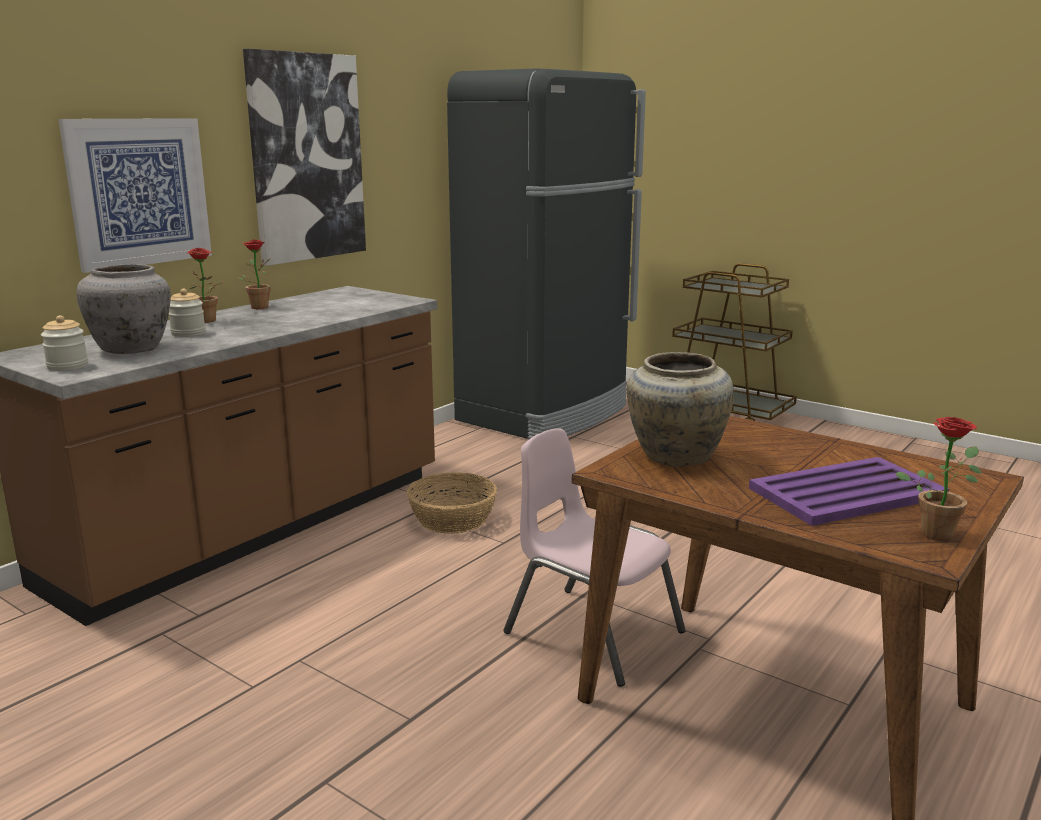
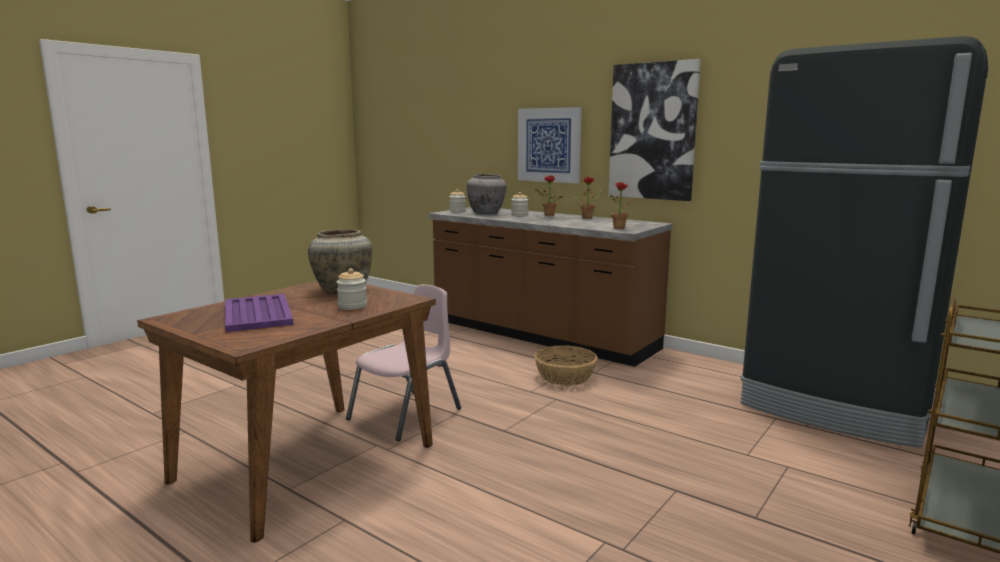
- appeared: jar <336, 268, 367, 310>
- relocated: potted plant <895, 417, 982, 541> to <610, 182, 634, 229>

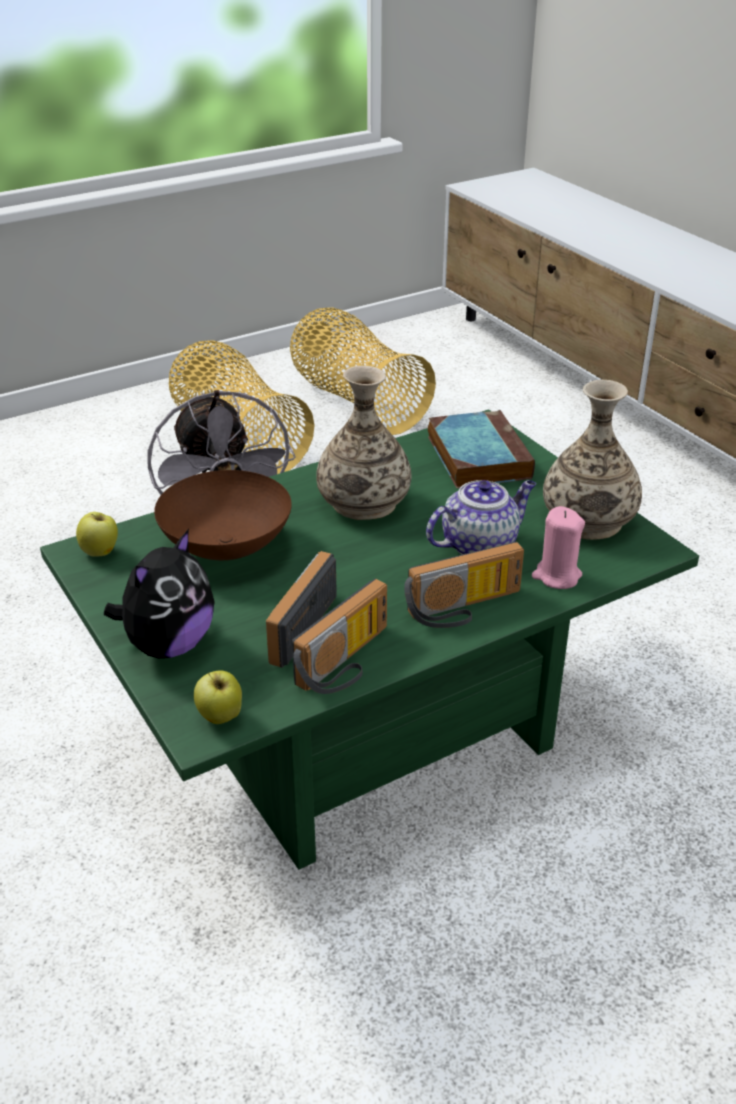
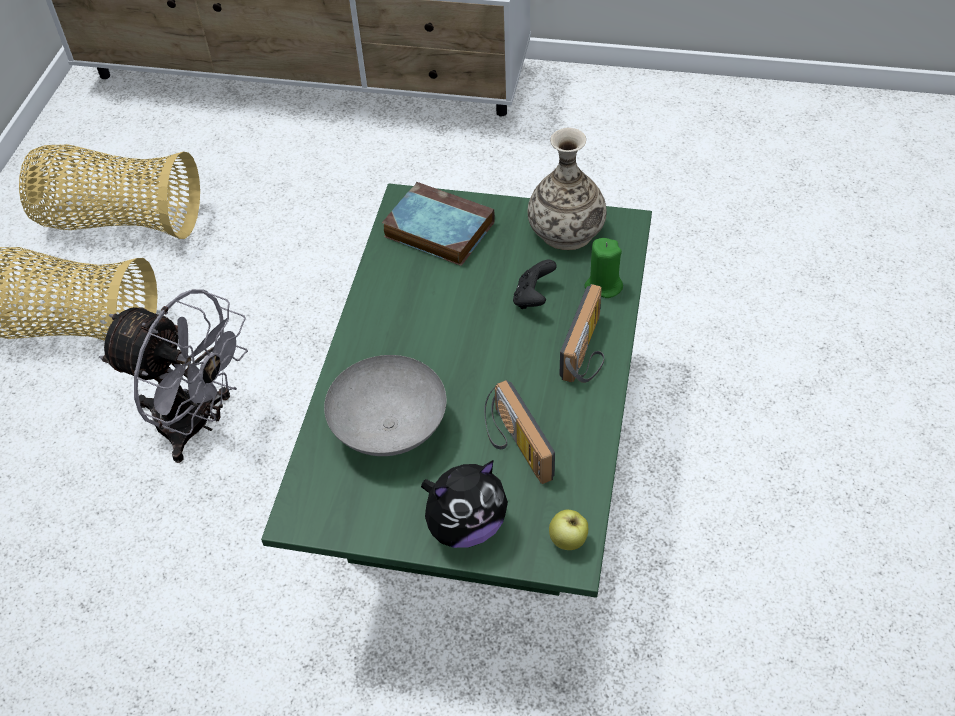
- missing: apple <76, 512, 118, 557>
- missing: radio <292, 579, 387, 694>
- missing: vase <316, 366, 411, 520>
- exchanged: teapot <426, 480, 536, 555> to game controller (black) <513, 260, 557, 309>
- colour: bowl (brown) <154, 470, 292, 560> to bowl (grey) <324, 355, 447, 456>
- colour: candle (pink) <532, 506, 585, 589> to candle (green) <584, 238, 623, 298>
- spun: plush toy <104, 529, 215, 658> = <421, 460, 508, 548> 75 degrees clockwise

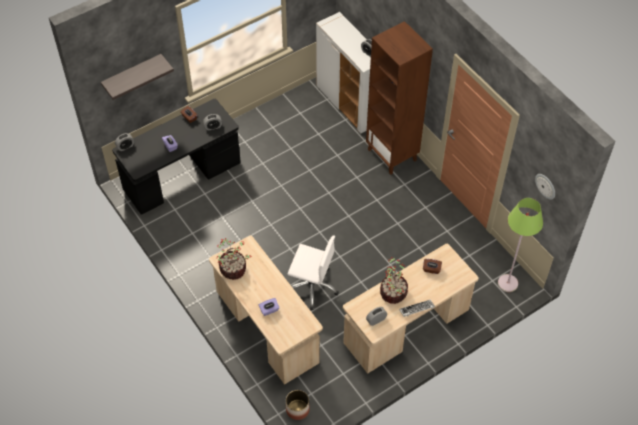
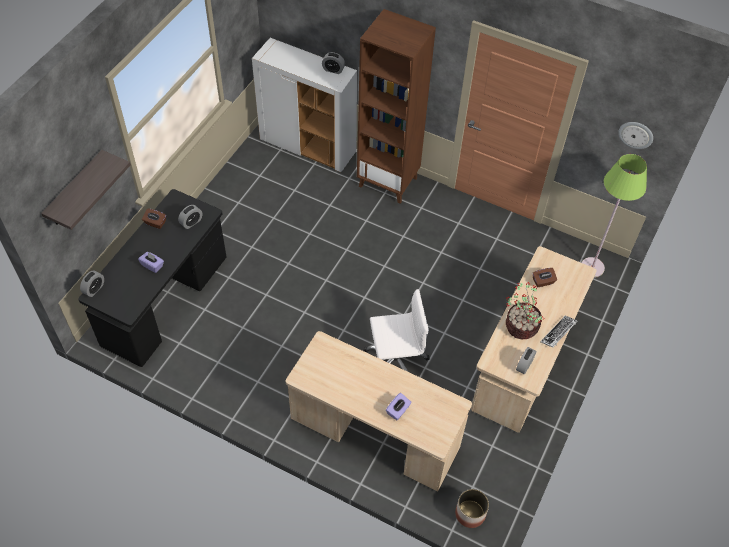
- missing: potted plant <217, 238, 251, 280>

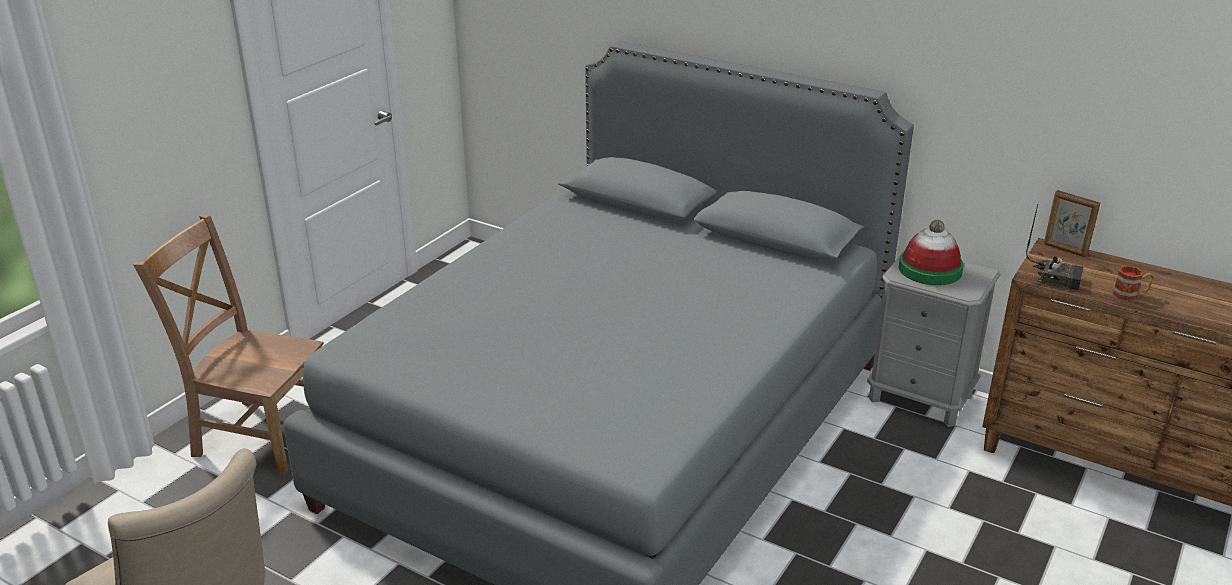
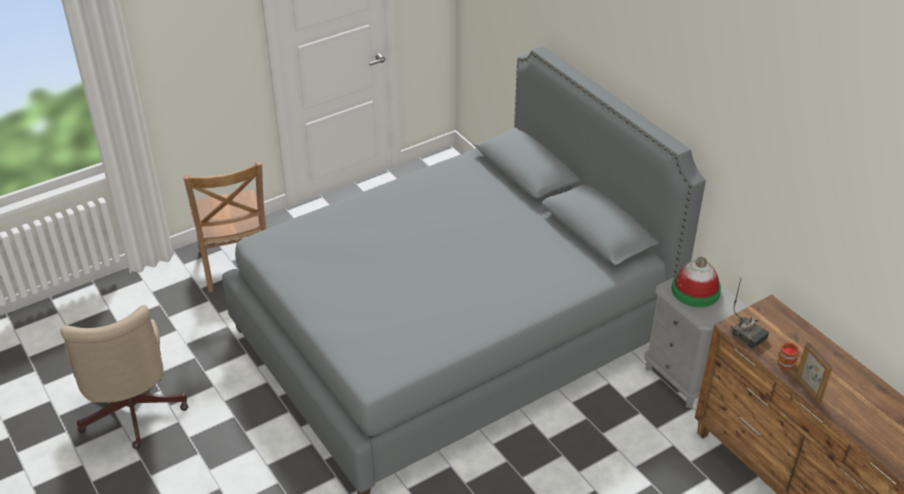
- relocated: picture frame <1044, 190, 1100, 257> to <795, 343, 833, 403>
- spun: chair (brown) <133, 214, 324, 475> = <184, 161, 266, 292> 150 degrees counterclockwise

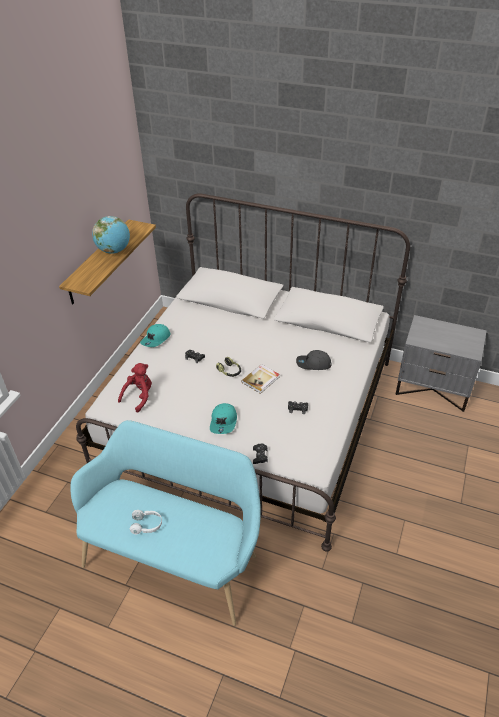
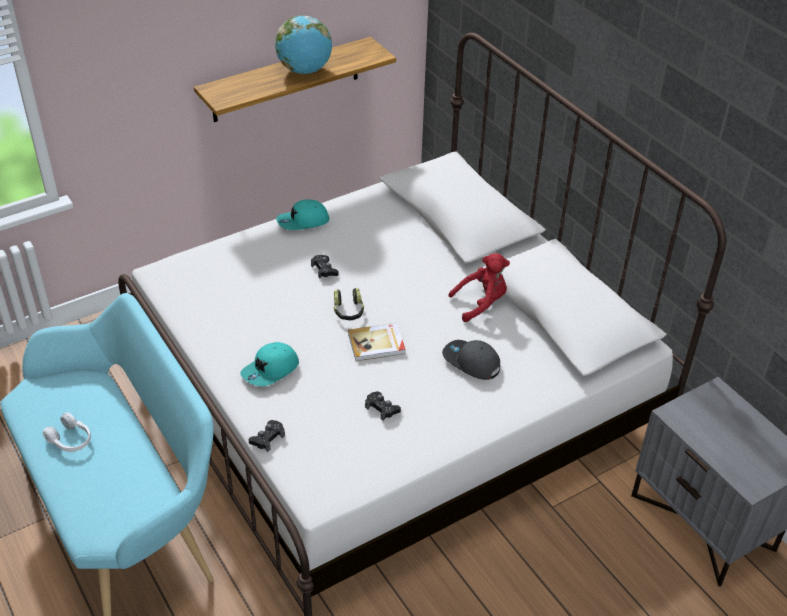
- relocated: plush toy (red) <118, 363, 152, 413> to <448, 253, 510, 322>

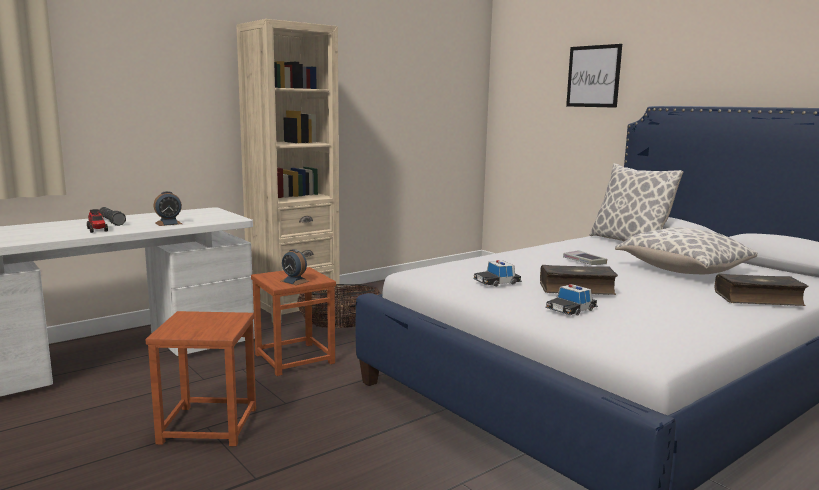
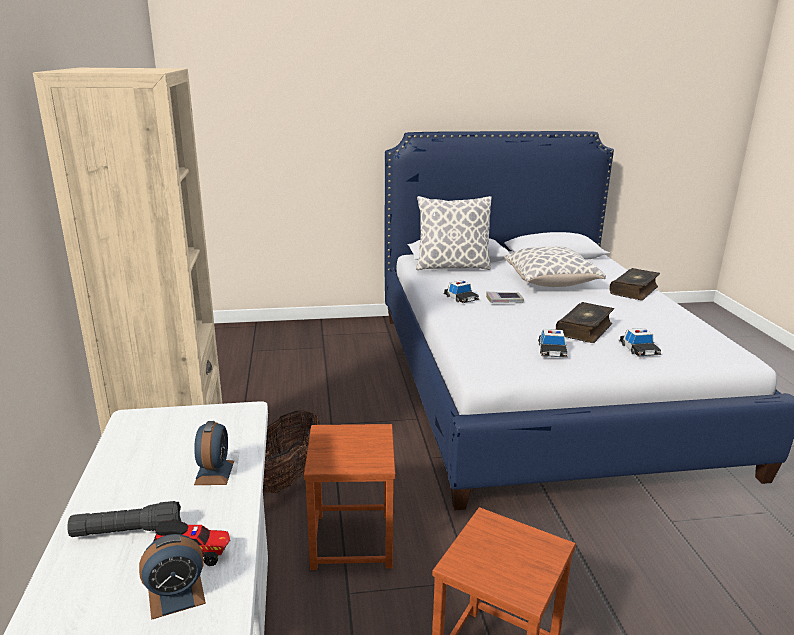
- missing: picture <566, 44, 622, 108>
- appeared: toy car <443, 280, 479, 303>
- relocated: alarm clock <281, 249, 309, 285> to <139, 534, 206, 620>

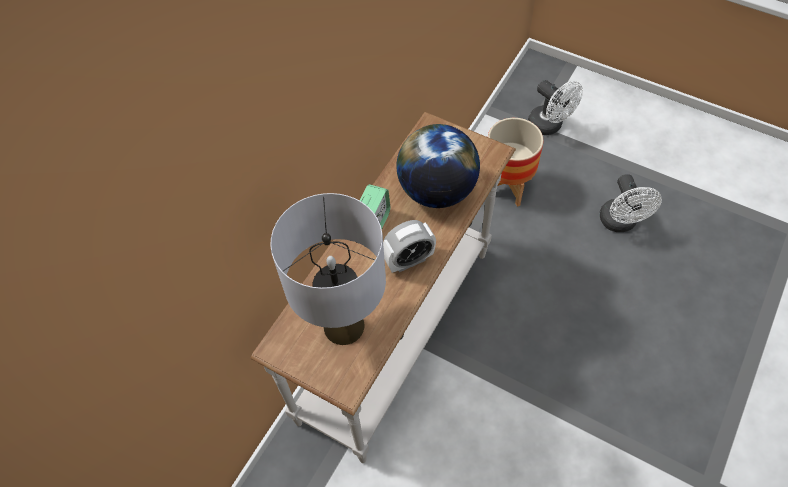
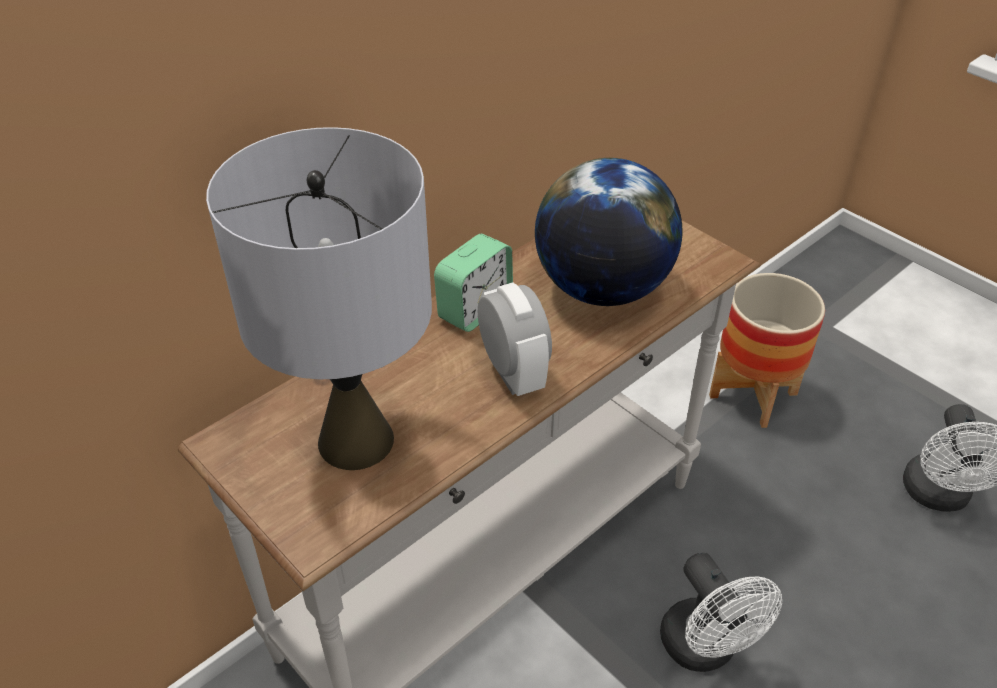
- relocated: fan (white) <528, 80, 583, 135> to <660, 553, 782, 672>
- spun: alarm clock <383, 220, 436, 273> = <478, 283, 552, 396> 105 degrees counterclockwise

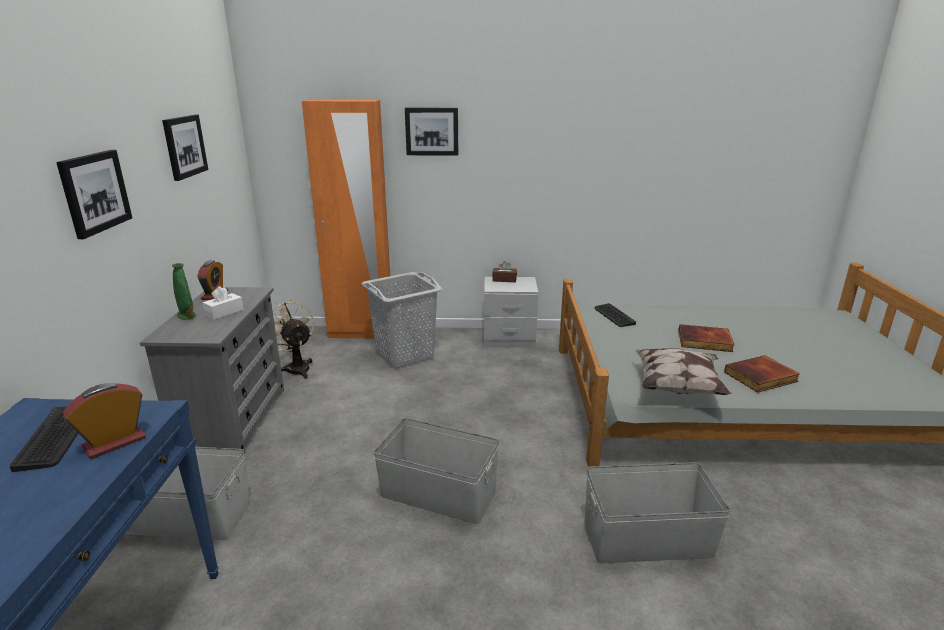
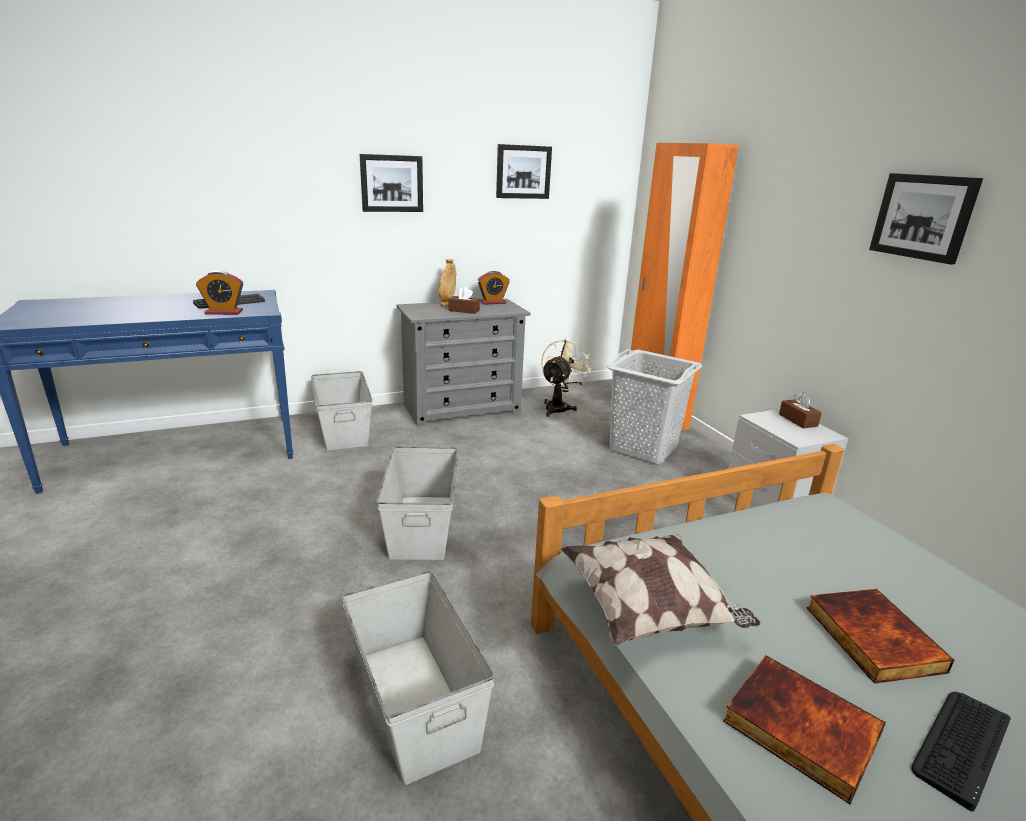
- relocated: picture <405, 108, 458, 156> to <869, 173, 983, 264>
- relocated: keyboard <594, 303, 636, 327> to <911, 692, 1011, 811>
- colour: vase (green) <172, 263, 196, 320> to vase (beige) <439, 259, 456, 306>
- colour: tissue box (white) <203, 286, 244, 320> to tissue box (brown) <449, 287, 480, 314>
- spun: alarm clock <63, 383, 146, 459> = <196, 271, 243, 315> 150 degrees clockwise

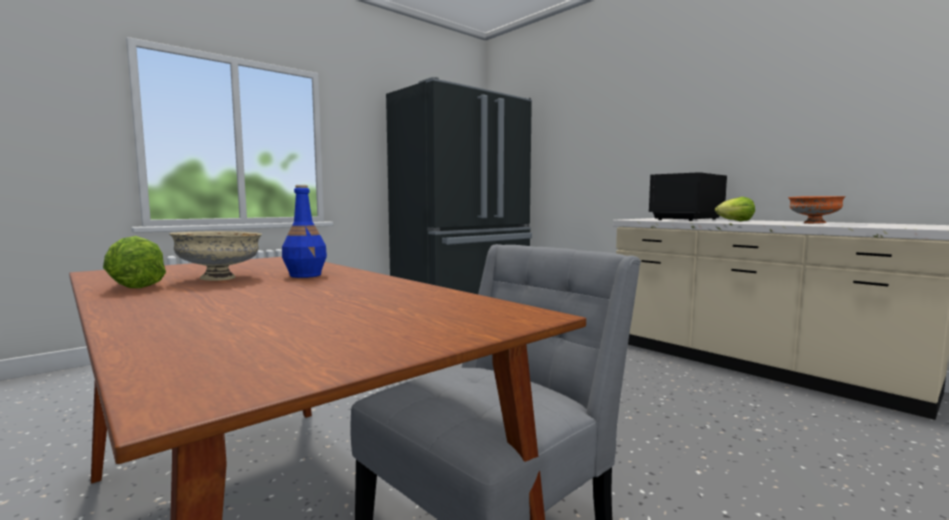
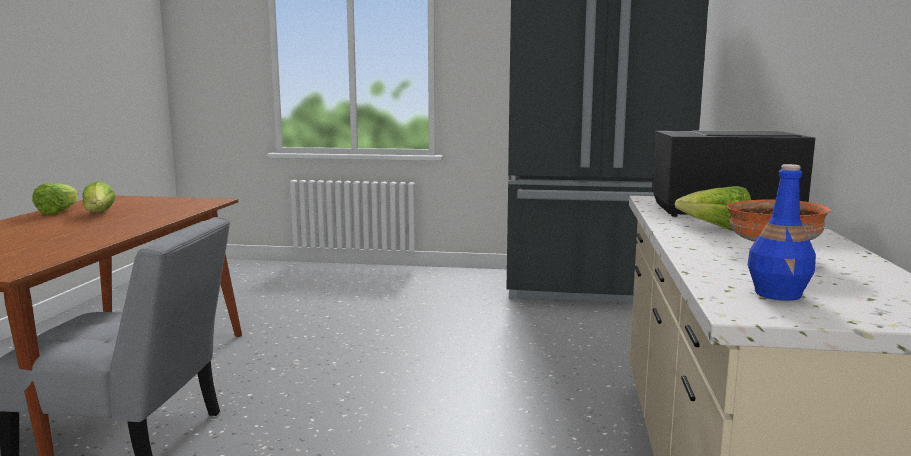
- relocated: bottle (blue) <282, 185, 327, 278> to <748, 164, 816, 301>
- exchanged: bowl (beige) <169, 231, 262, 281> to lettuce <83, 181, 116, 212>

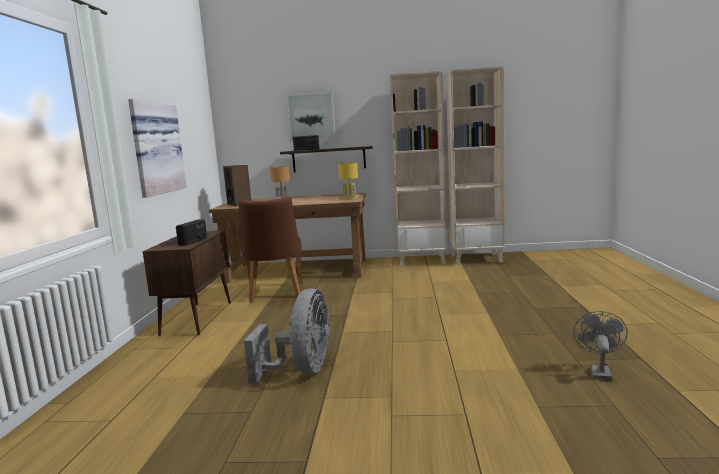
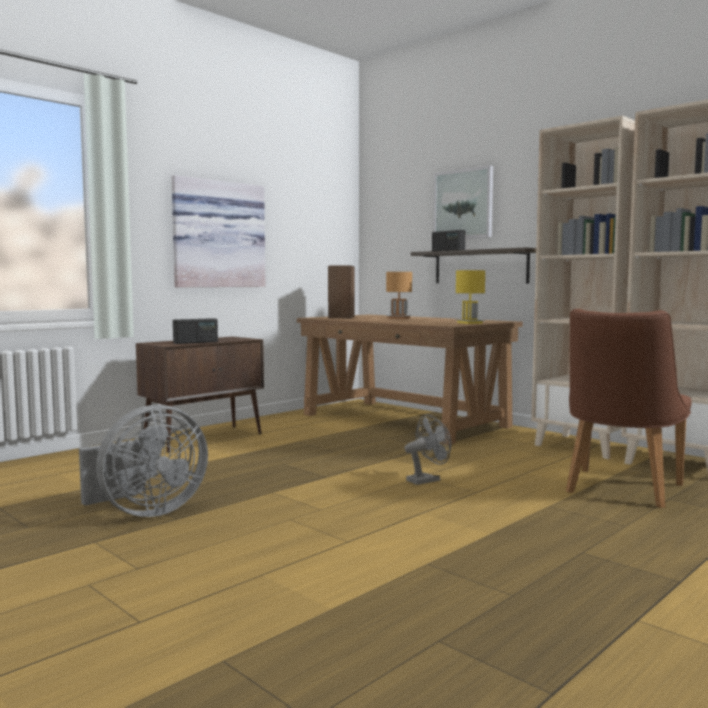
- relocated: chair (brown) <239, 196, 303, 303> to <566, 309, 692, 508>
- relocated: fan (grey) <573, 311, 628, 380> to <405, 415, 451, 485>

